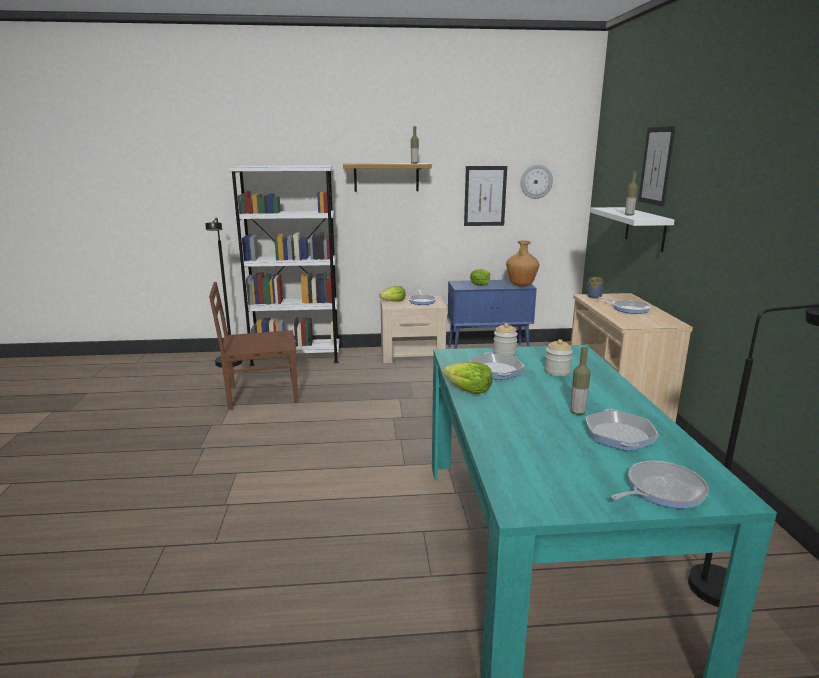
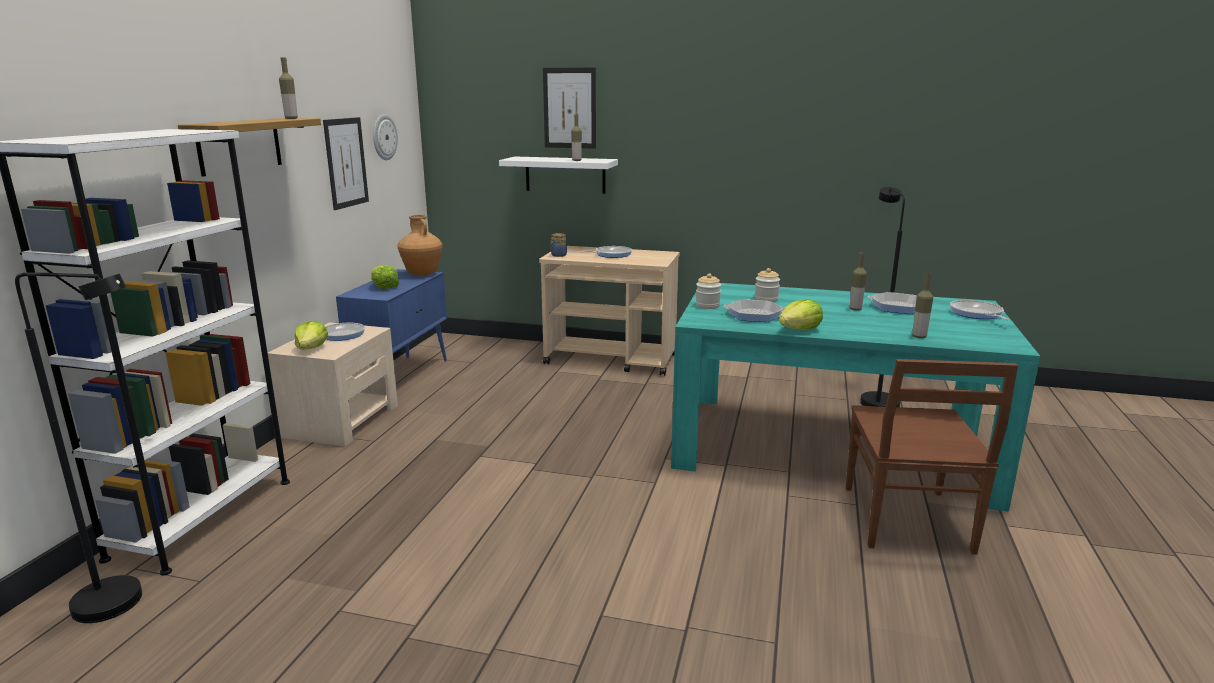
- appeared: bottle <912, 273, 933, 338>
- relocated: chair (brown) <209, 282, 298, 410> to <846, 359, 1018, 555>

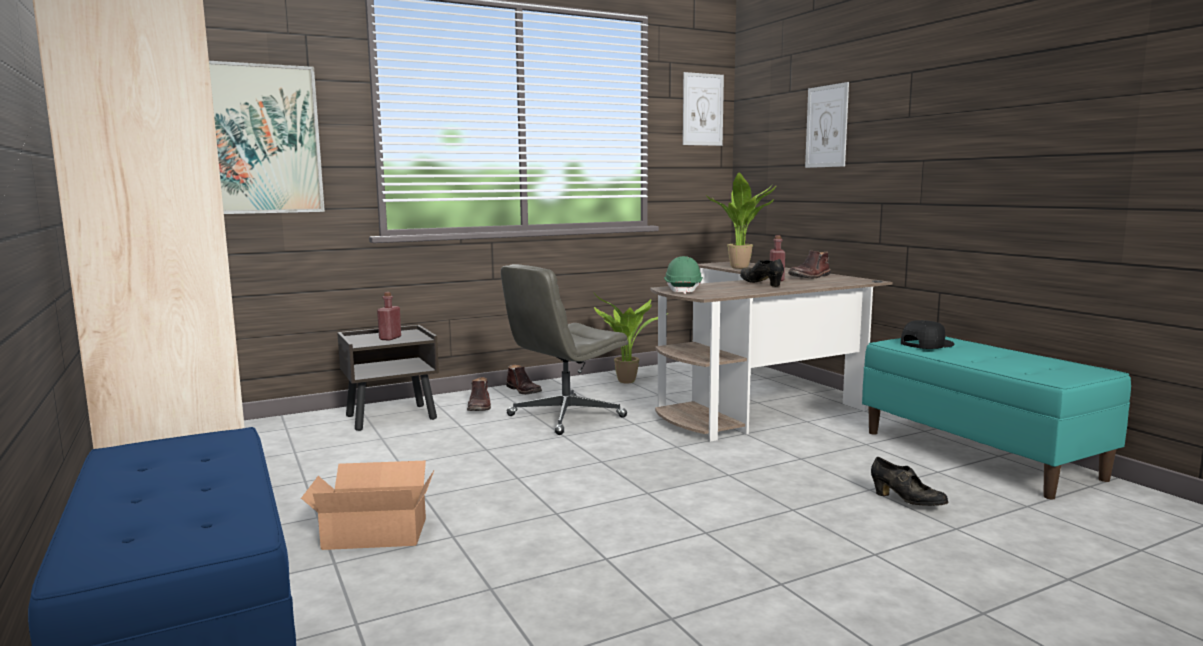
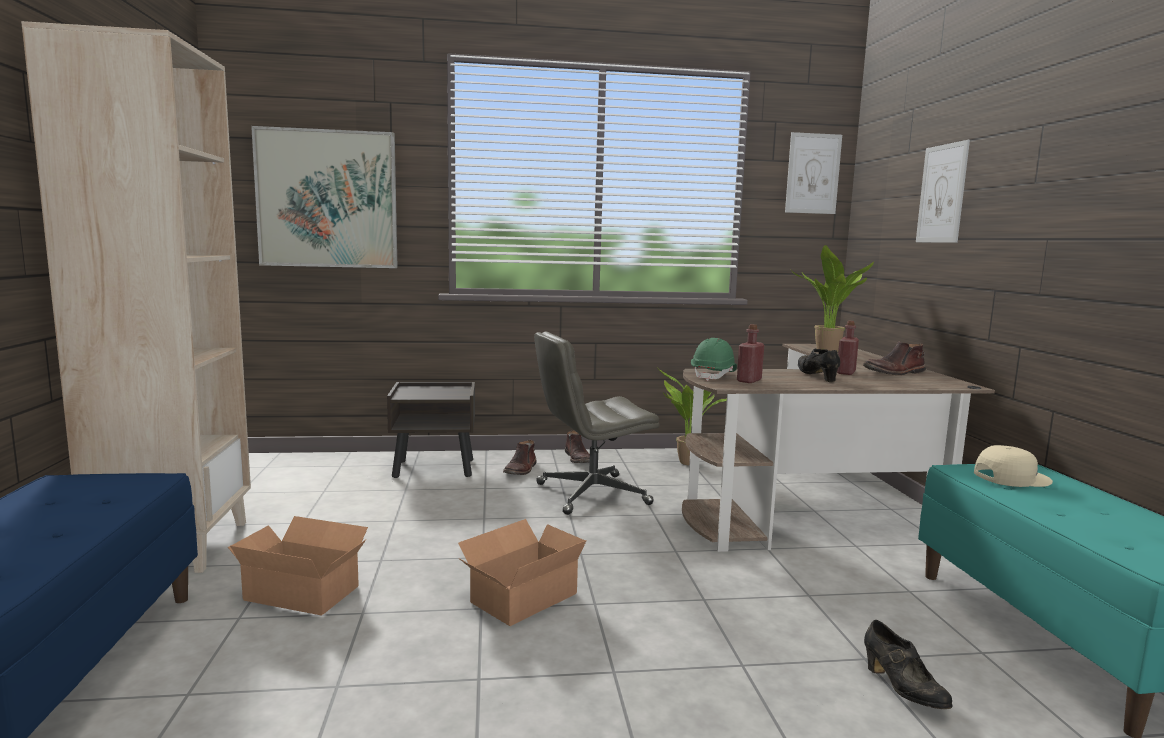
- appeared: cardboard box <458, 519, 587, 626>
- relocated: bottle (red) <377, 292, 401, 341> to <737, 324, 764, 383>
- colour: cap (black) <901, 320, 955, 349> to cap (beige) <974, 445, 1053, 487>

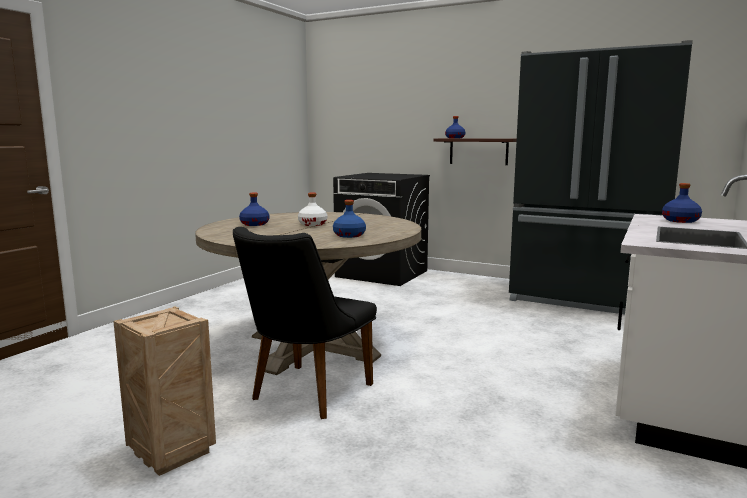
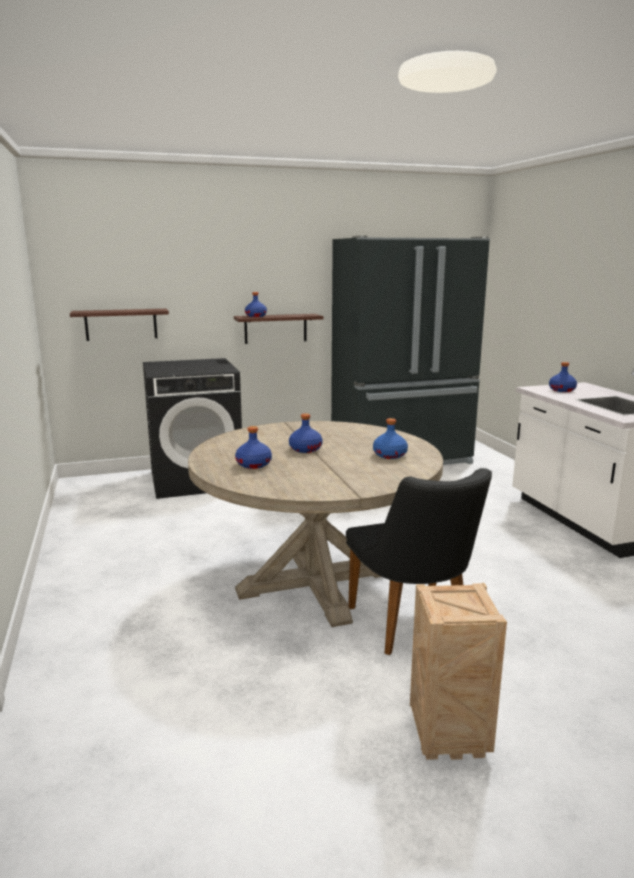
- appeared: shelf <70, 309, 169, 341>
- colour: bottle (white) <298, 193, 327, 226> to bottle (blue) <289, 413, 323, 453>

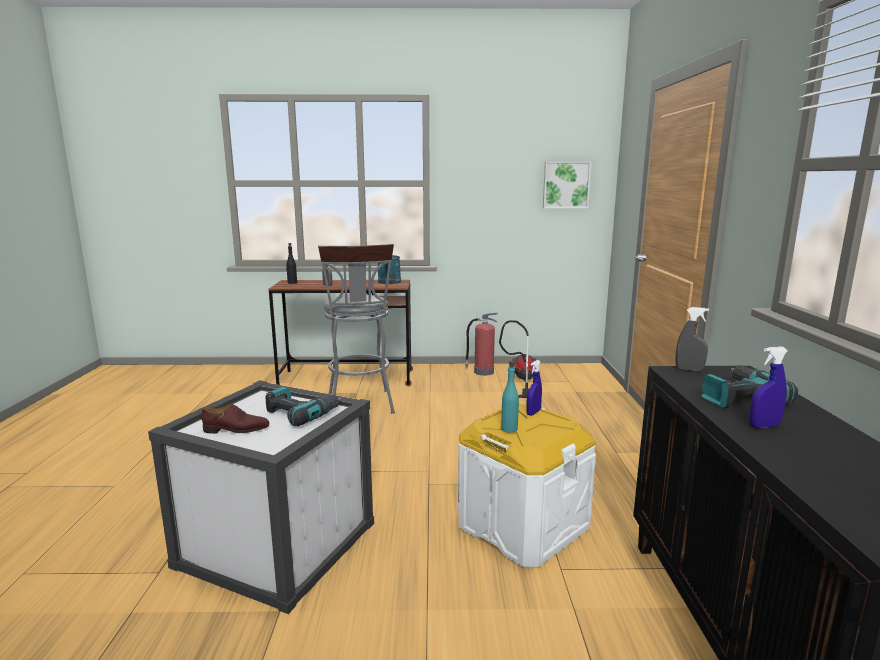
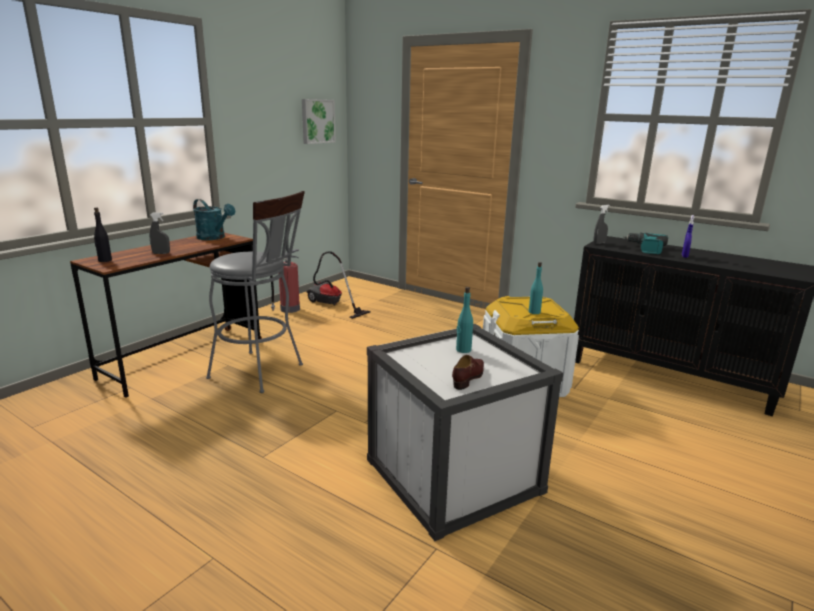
- missing: spray bottle (blue) <526, 360, 542, 416>
- exchanged: power drill <266, 387, 342, 426> to bottle (turquoise) <456, 287, 473, 353>

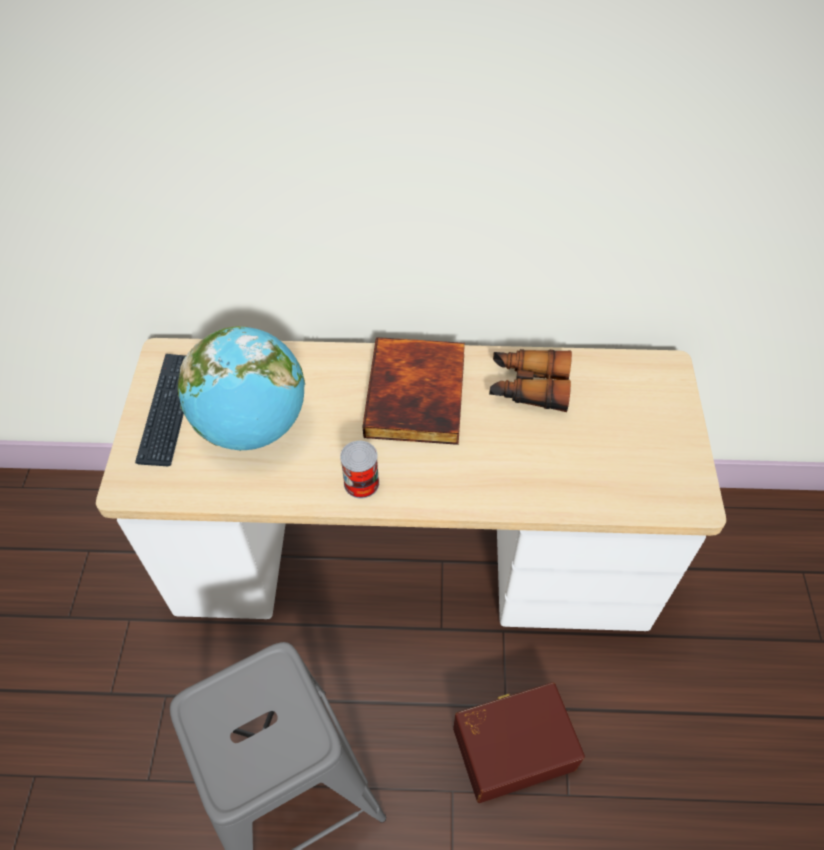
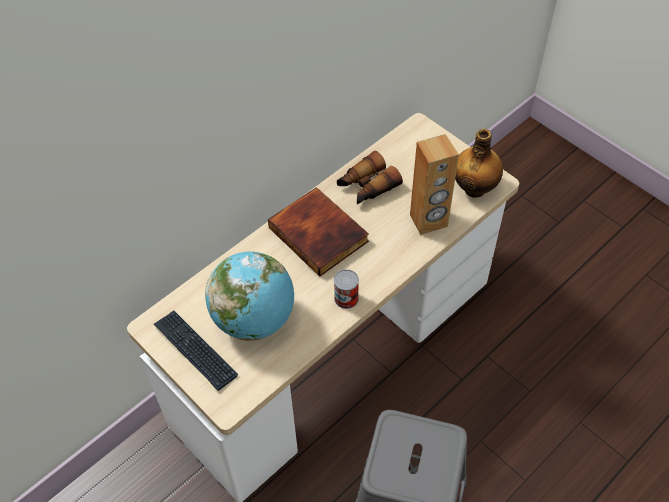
- missing: storage box (brown) <453, 682, 585, 803>
- appeared: speaker (brown) <410, 134, 459, 235>
- appeared: bottle <455, 129, 503, 198>

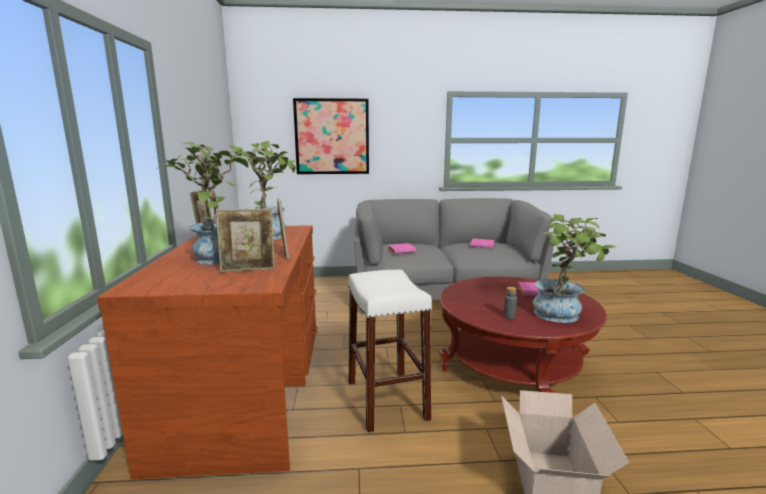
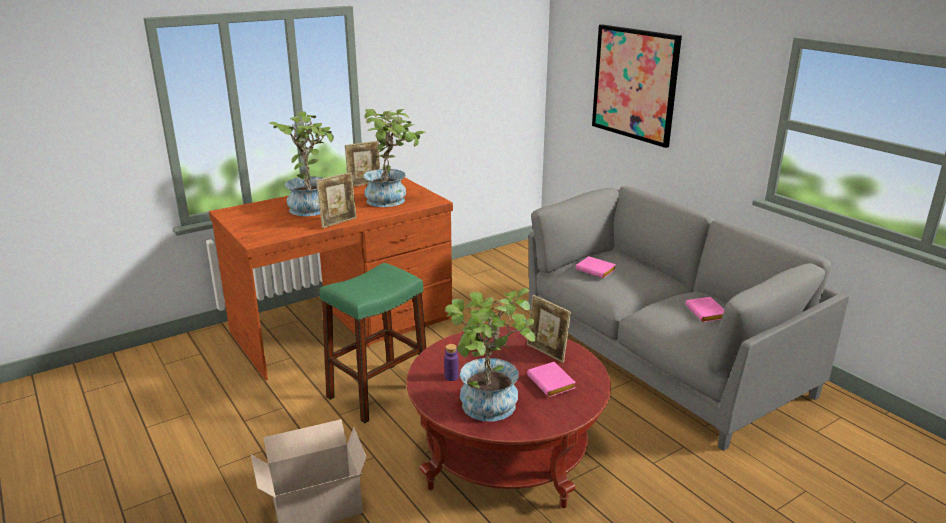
- relocated: picture frame <216, 209, 275, 273> to <527, 295, 571, 363>
- colour: stool (white) <348, 269, 432, 433> to stool (green) <320, 263, 427, 423>
- colour: bottle (grey) <503, 287, 517, 319> to bottle (purple) <444, 344, 458, 381>

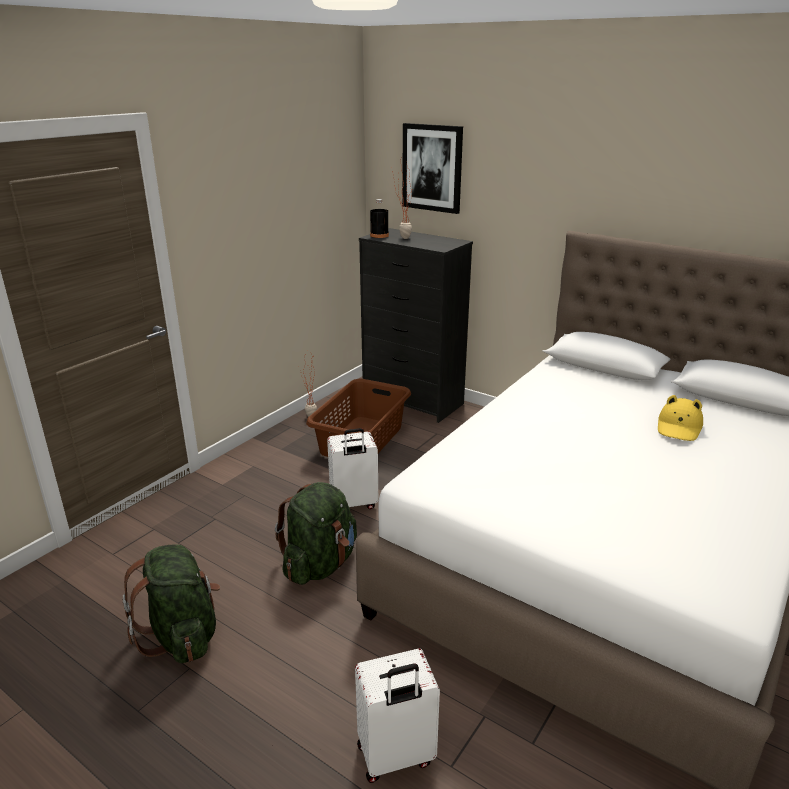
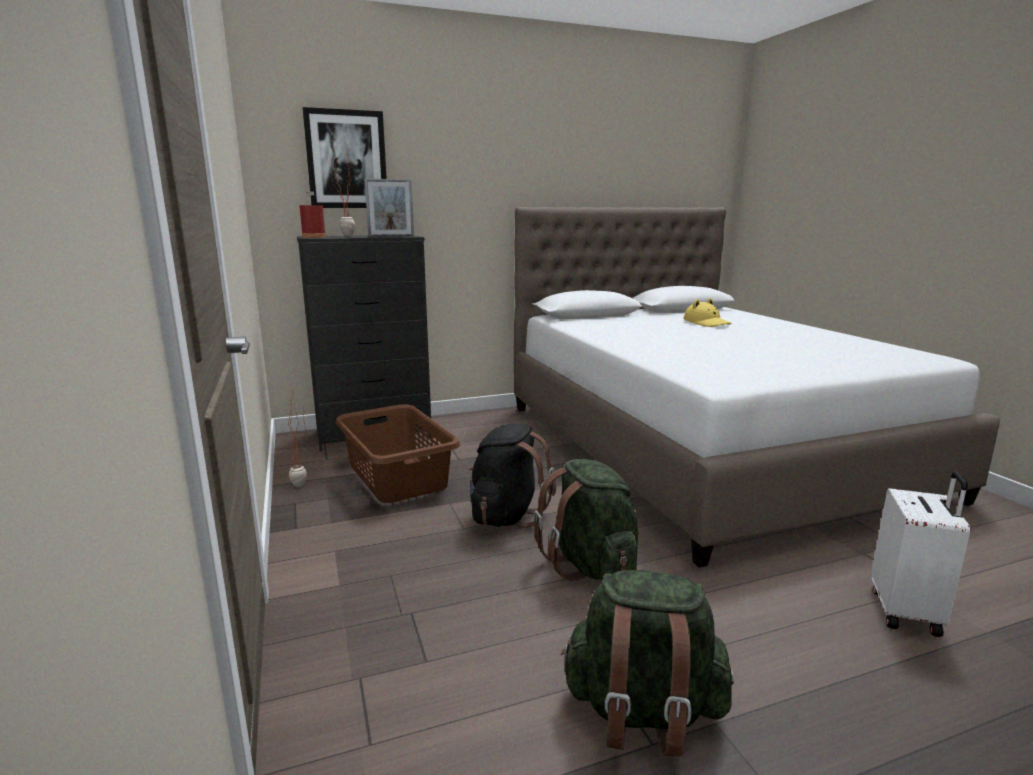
- appeared: picture frame <365, 179, 414, 237>
- exchanged: suitcase (white) <327, 428, 378, 509> to backpack (black) <468, 423, 556, 528>
- colour: bottle (black) <370, 199, 389, 238> to bottle (red) <299, 191, 326, 238>

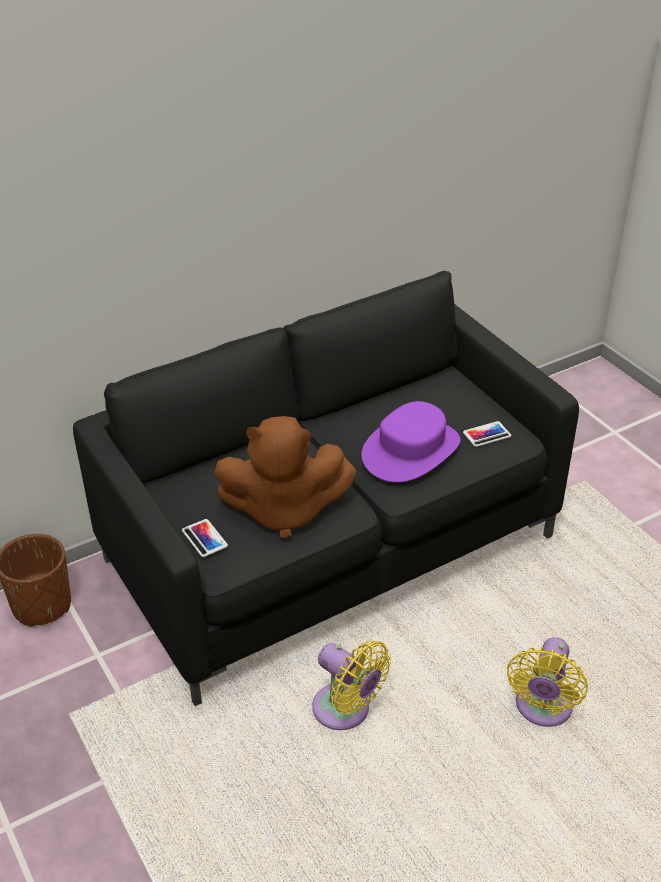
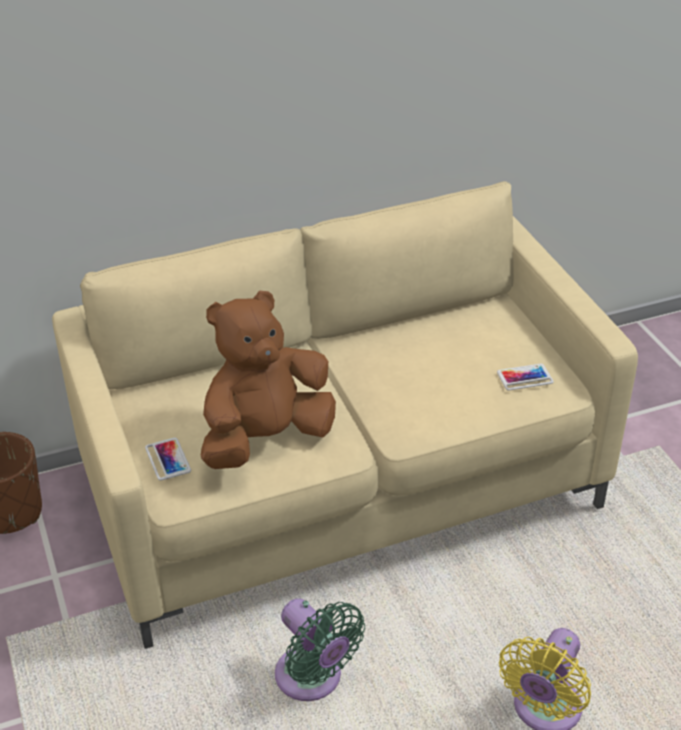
- missing: hat (purple) <362, 401, 461, 483>
- colour: sofa (black) <73, 271, 579, 706> to sofa (beige) <52, 181, 638, 649>
- colour: fan (yellow) <312, 640, 391, 730> to fan (green) <275, 598, 365, 701>
- spun: plush toy (brown) <214, 416, 356, 539> = <201, 291, 336, 469> 135 degrees clockwise

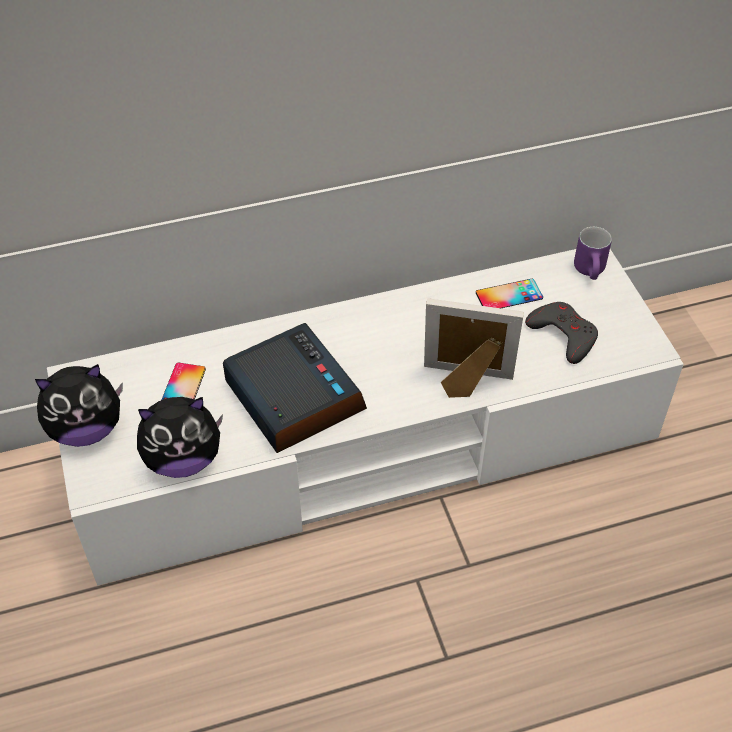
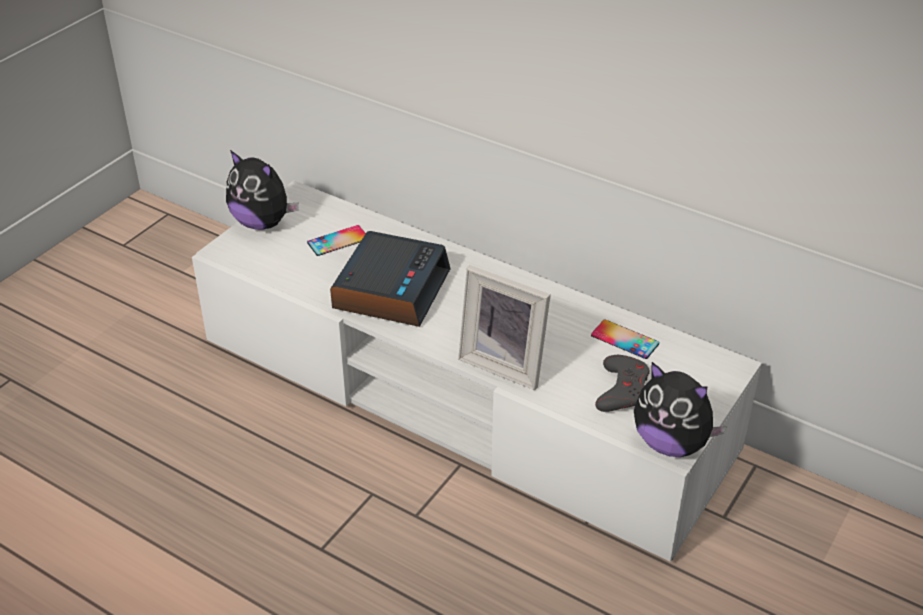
- missing: mug (purple) <574, 227, 612, 280>
- relocated: plush toy <137, 397, 223, 478> to <634, 362, 727, 457>
- spun: picture frame <424, 298, 524, 398> = <458, 265, 551, 390> 150 degrees clockwise

